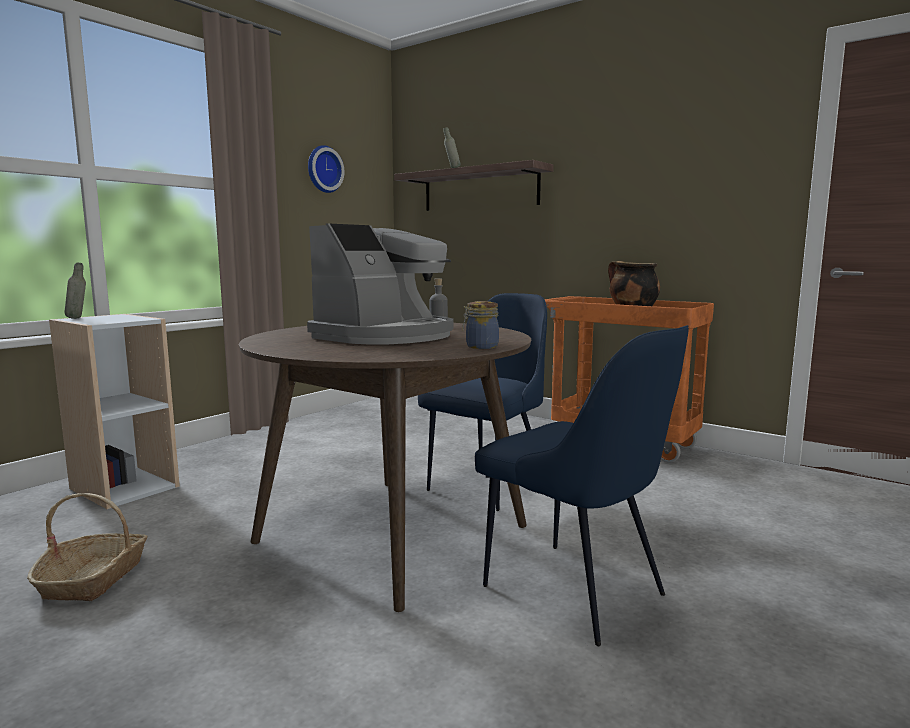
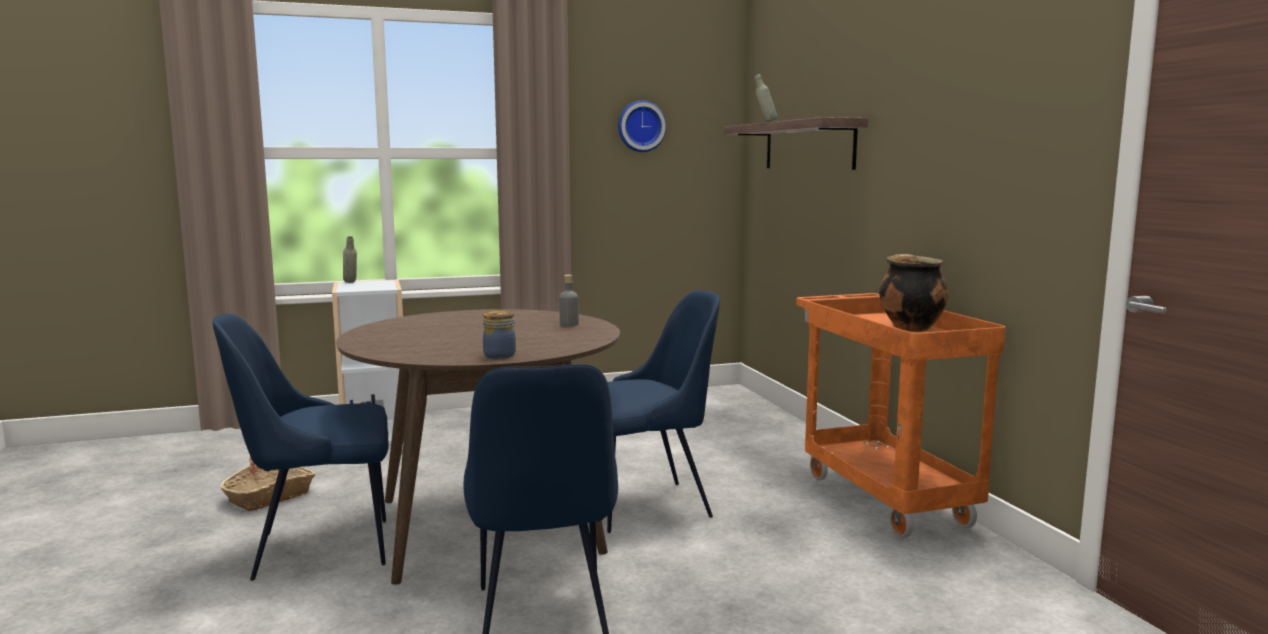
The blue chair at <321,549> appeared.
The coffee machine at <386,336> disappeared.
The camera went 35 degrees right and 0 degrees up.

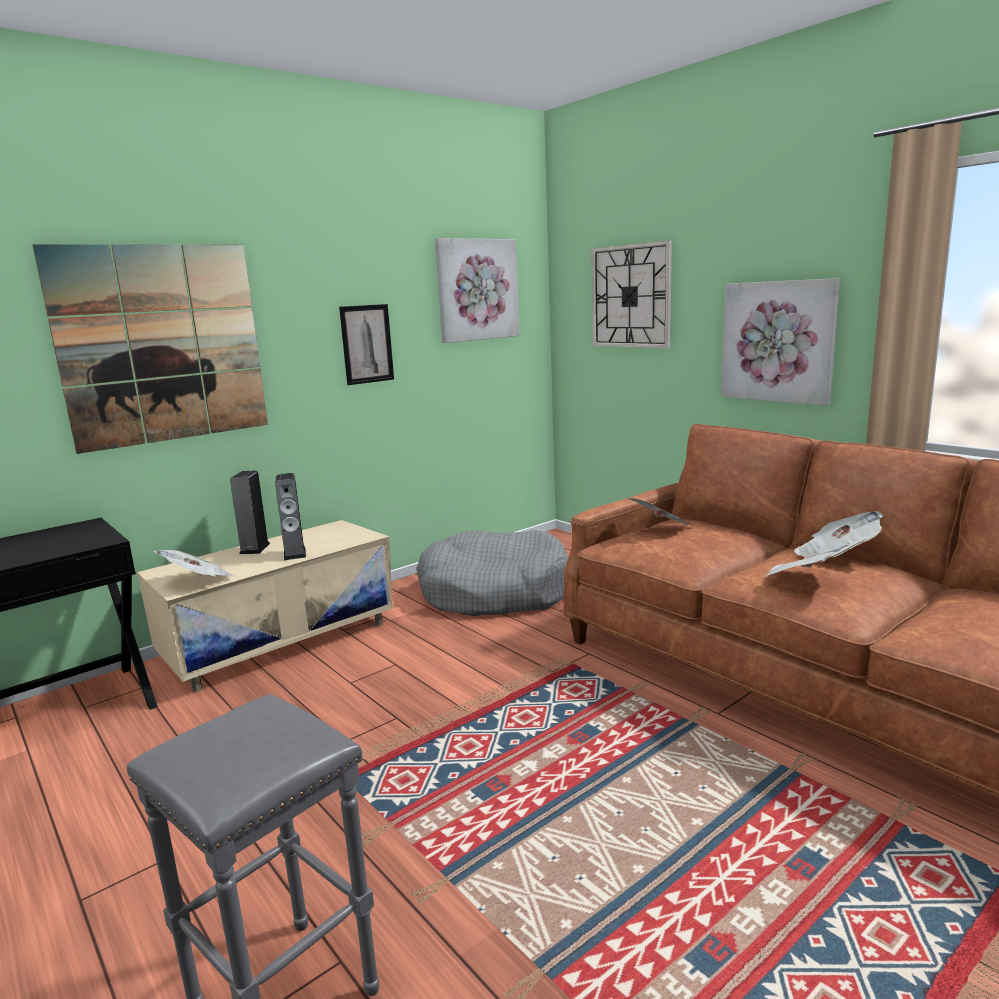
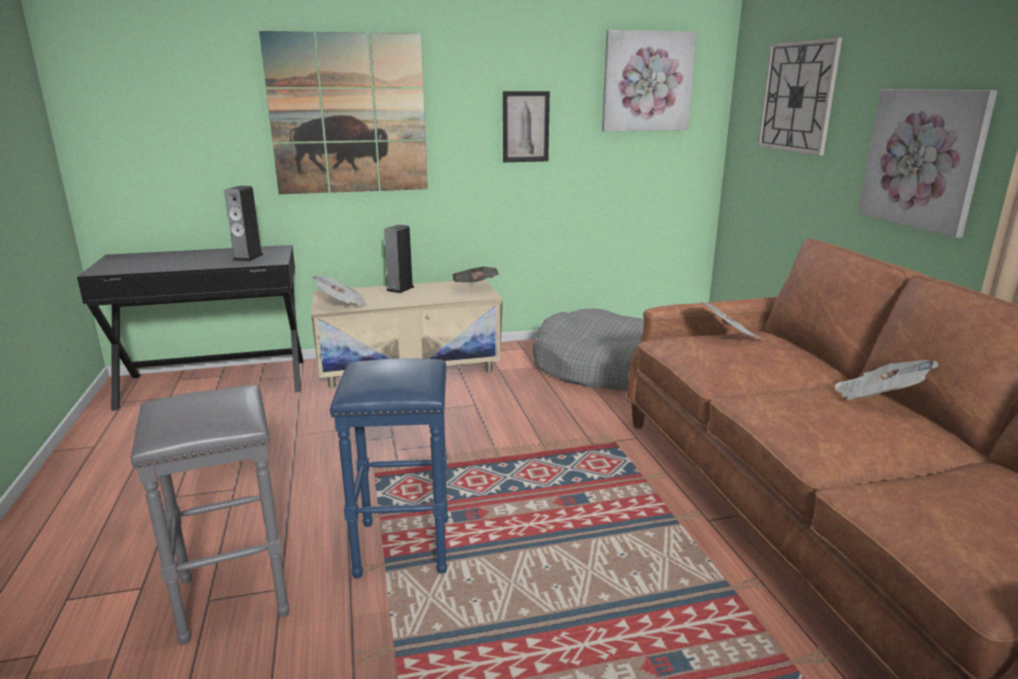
The speaker moved from <294,553> to <248,257>.
The blue stool at <401,545> appeared.
The newspaper moved from <803,581> to <475,288>.
The camera went 25 degrees right and 5 degrees up.

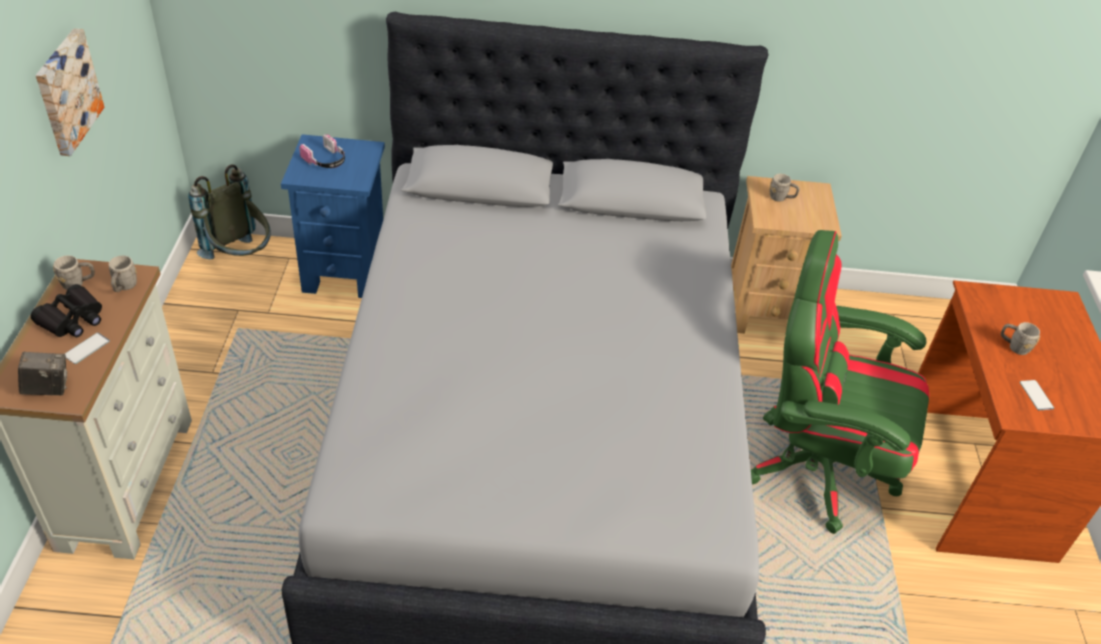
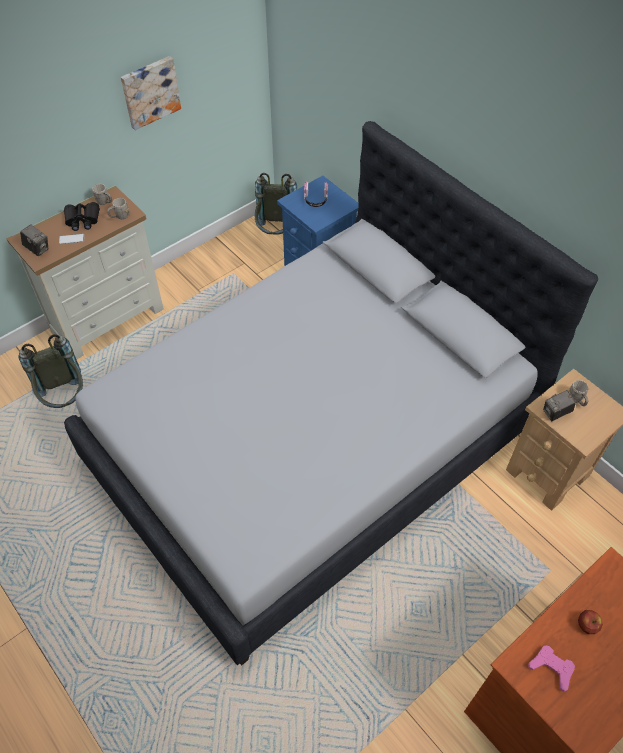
The grey backpack at <65,399> appeared.
The phone at <1036,395> was replaced by the pink game controller at <551,668>.
The photo camera at <556,413> appeared.
The grey mug at <1013,346> was replaced by the apple at <587,625>.
The green office chair at <819,467> disappeared.
The camera went 50 degrees right and 10 degrees up.

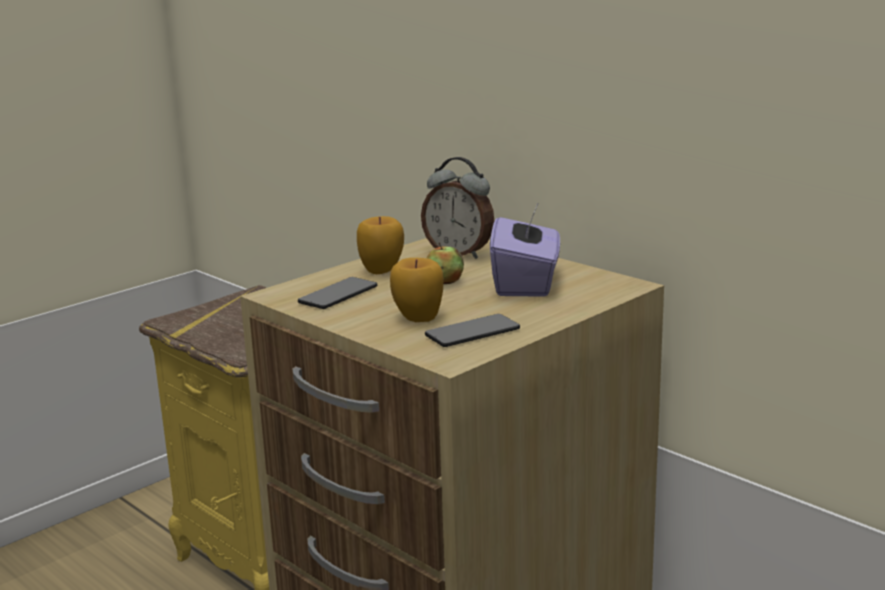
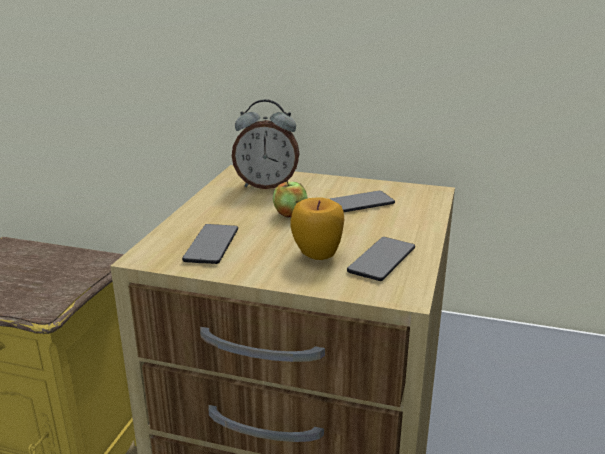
The purple tissue box at <526,283> was replaced by the phone at <357,204>.
The apple at <382,271> disappeared.
The camera went 30 degrees left and 5 degrees up.

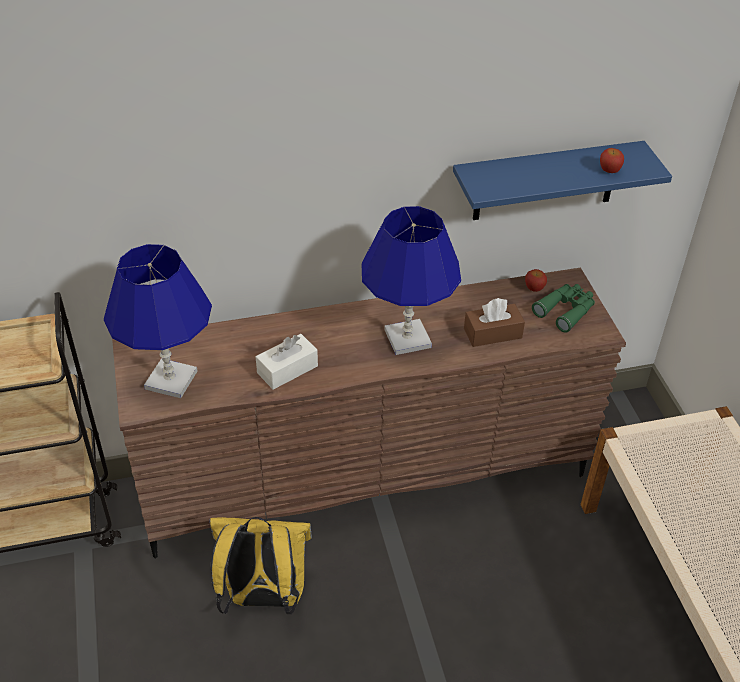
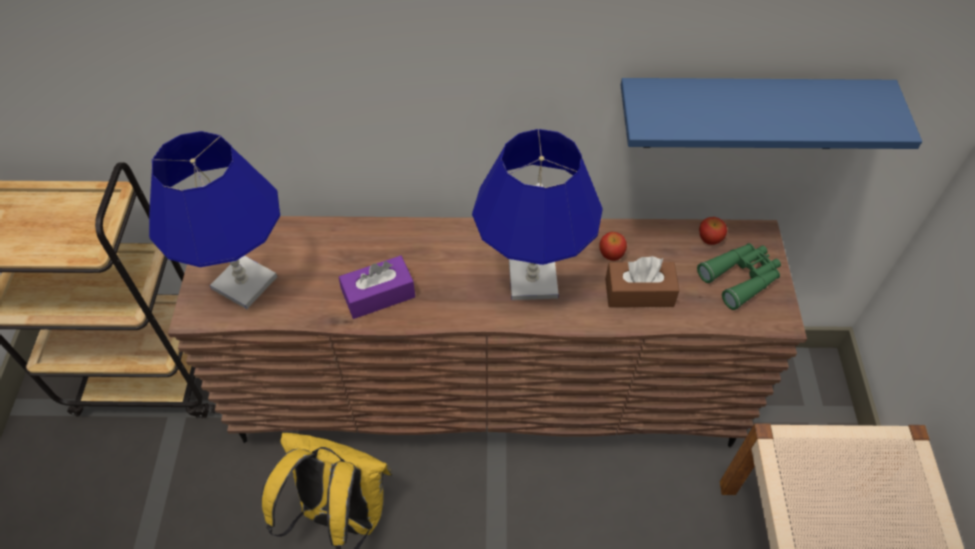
The white tissue box at <287,369> became the purple tissue box at <379,295>.
The apple moved from <609,170> to <611,254>.
The camera went 15 degrees right and 10 degrees up.

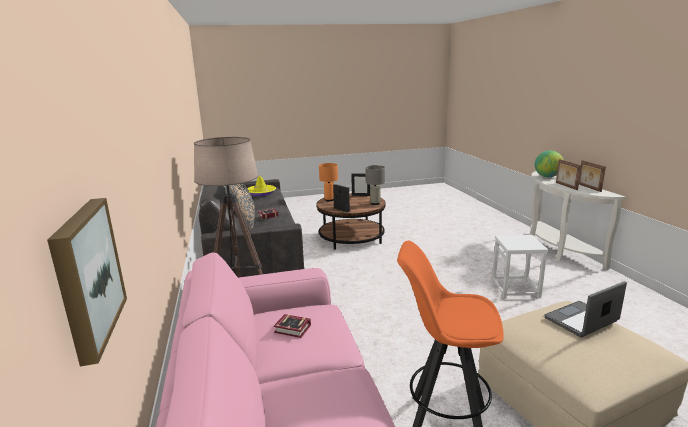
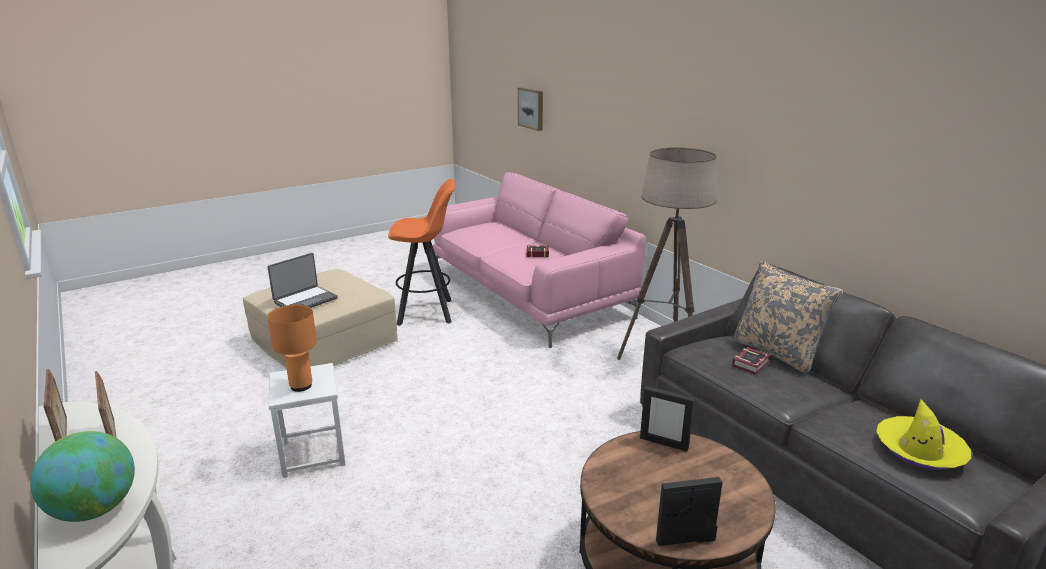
The orange table lamp moved from <329,200> to <301,386>.
The grey table lamp at <375,203> disappeared.
The camera went 160 degrees right and 5 degrees up.

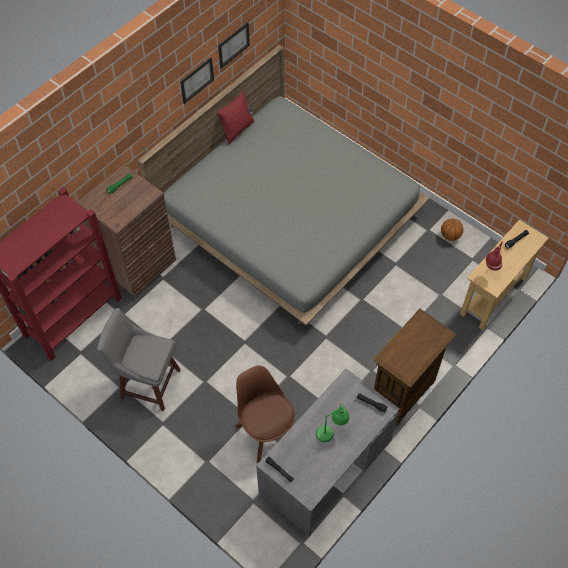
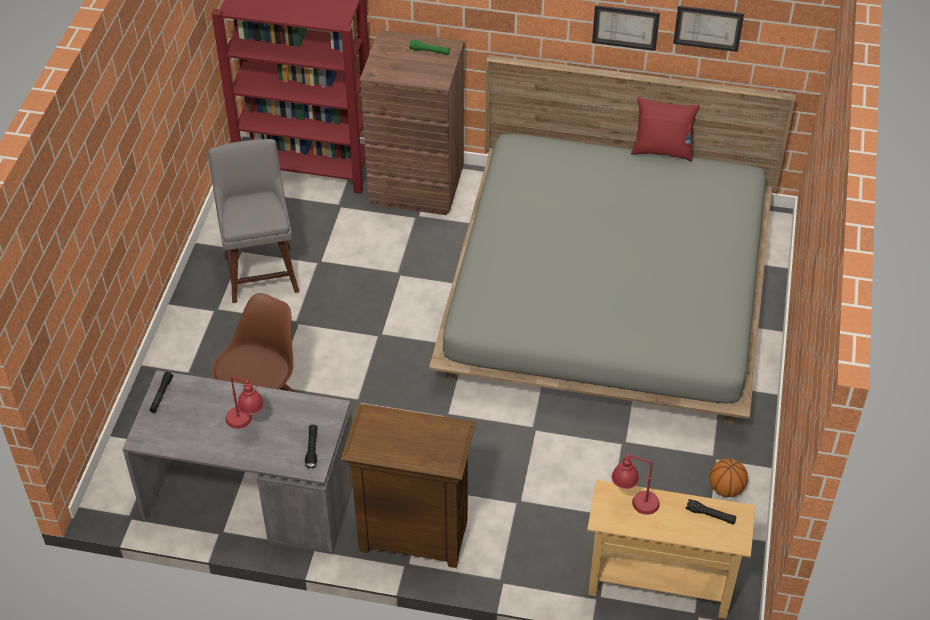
The green table lamp at <332,430> became the red table lamp at <247,423>.
The camera went 60 degrees right and 10 degrees down.

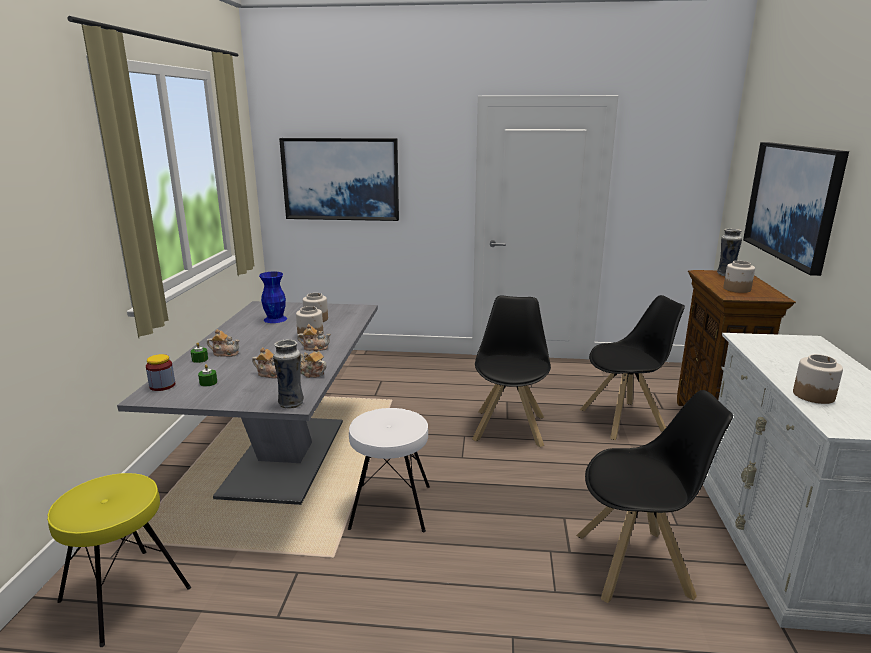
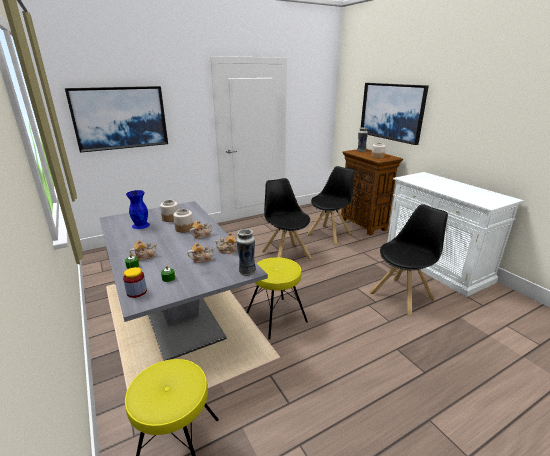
The white stool at <391,507> became the yellow stool at <277,317>.
The jar at <813,395> disappeared.
The camera went 35 degrees left and 5 degrees up.

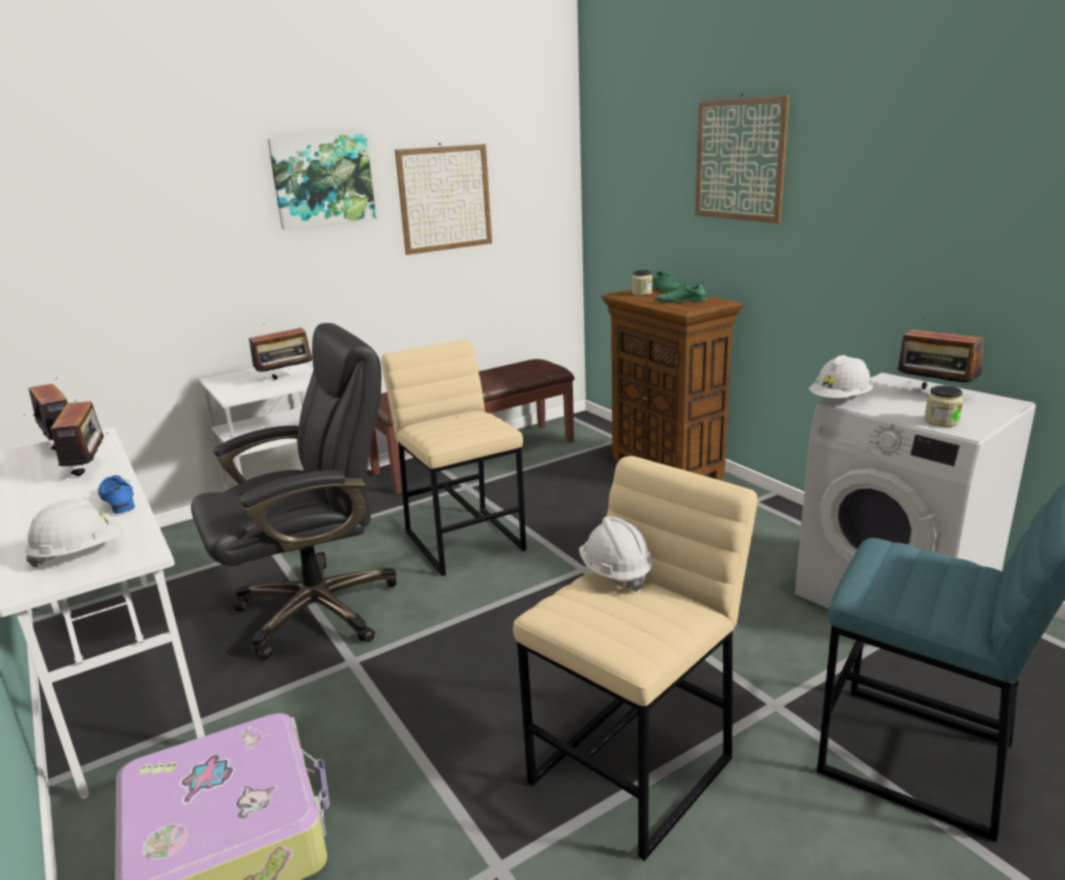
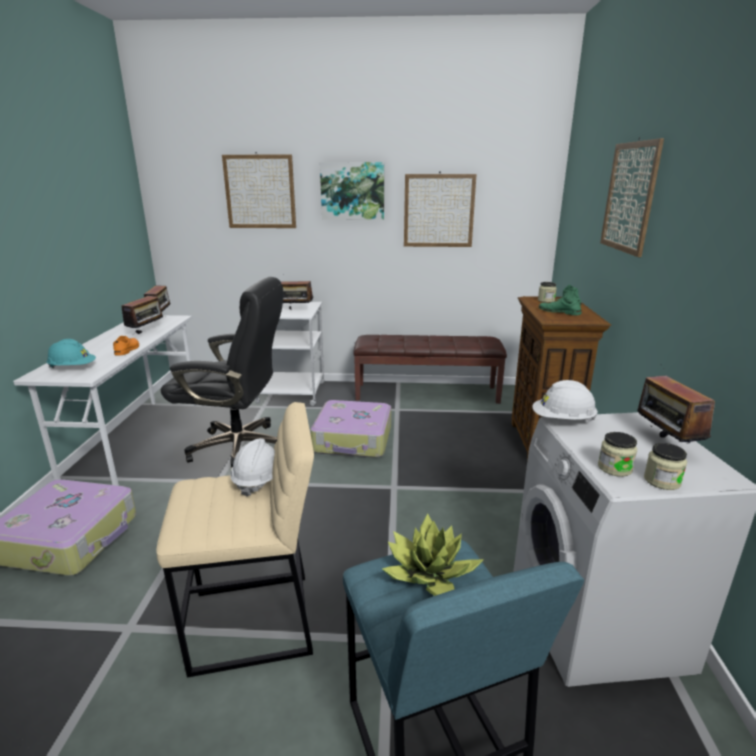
The white hard hat at <79,554> became the turquoise hard hat at <73,368>.
The blue shoe at <118,500> became the orange shoe at <127,349>.
The picture at <260,190> appeared.
The beige stool at <463,539> was replaced by the suitcase at <353,440>.
The potted plant at <430,575> appeared.
The jar at <662,481> appeared.
The camera went 35 degrees right and 0 degrees up.

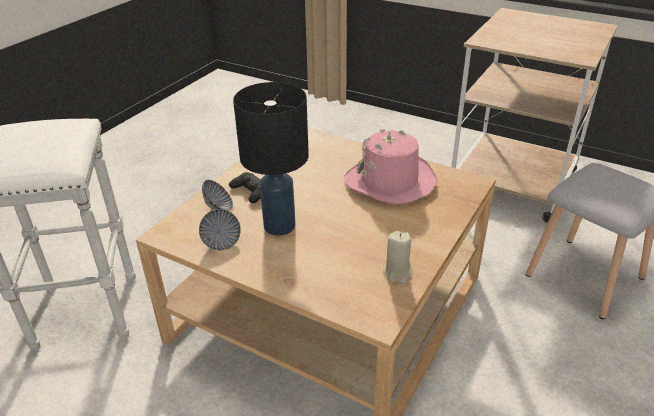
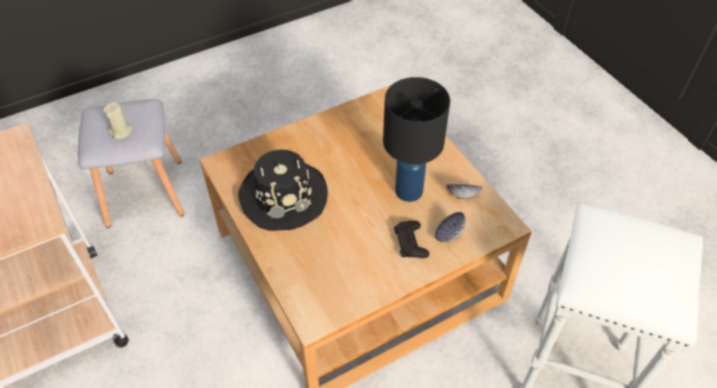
The beige candle moved from <397,273> to <121,131>.
The pink hat at <390,181> became the black hat at <283,196>.
The camera went 150 degrees left and 15 degrees up.

